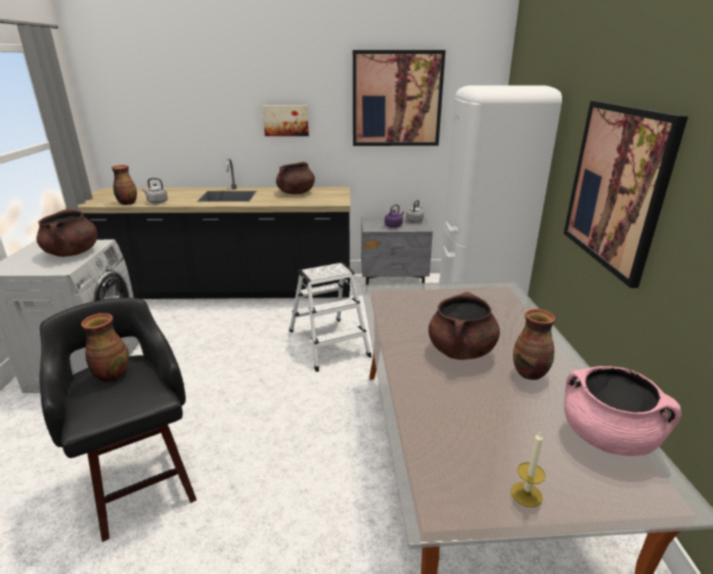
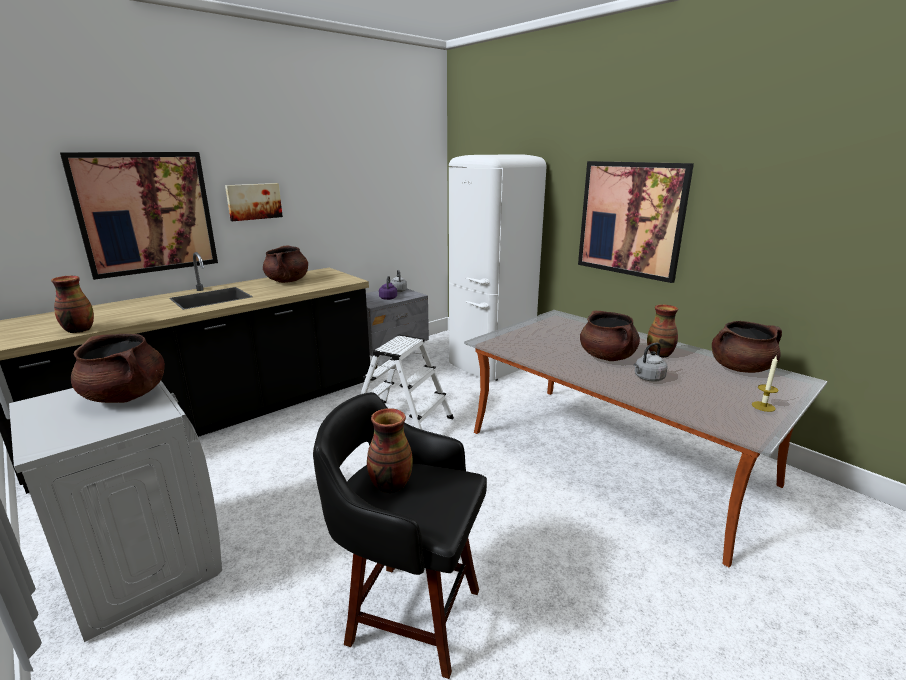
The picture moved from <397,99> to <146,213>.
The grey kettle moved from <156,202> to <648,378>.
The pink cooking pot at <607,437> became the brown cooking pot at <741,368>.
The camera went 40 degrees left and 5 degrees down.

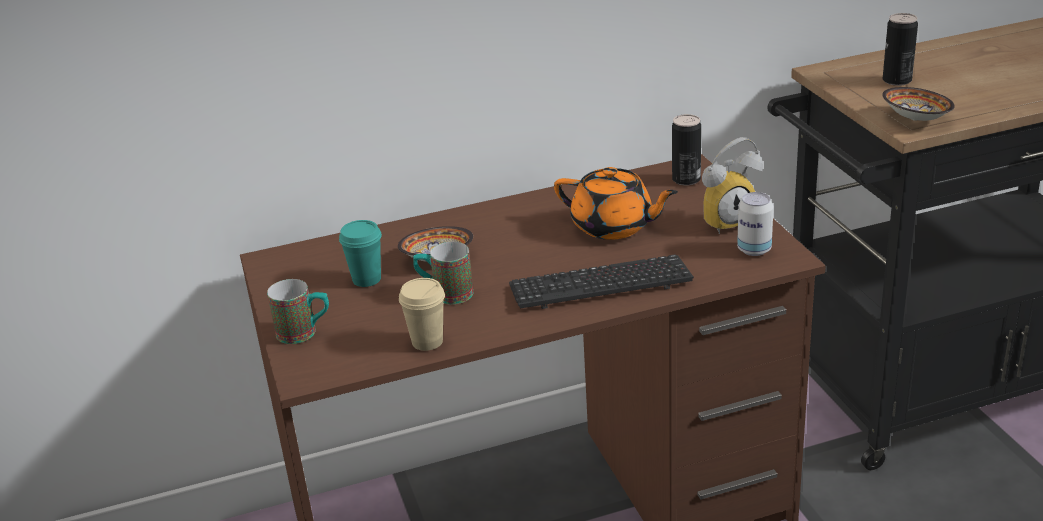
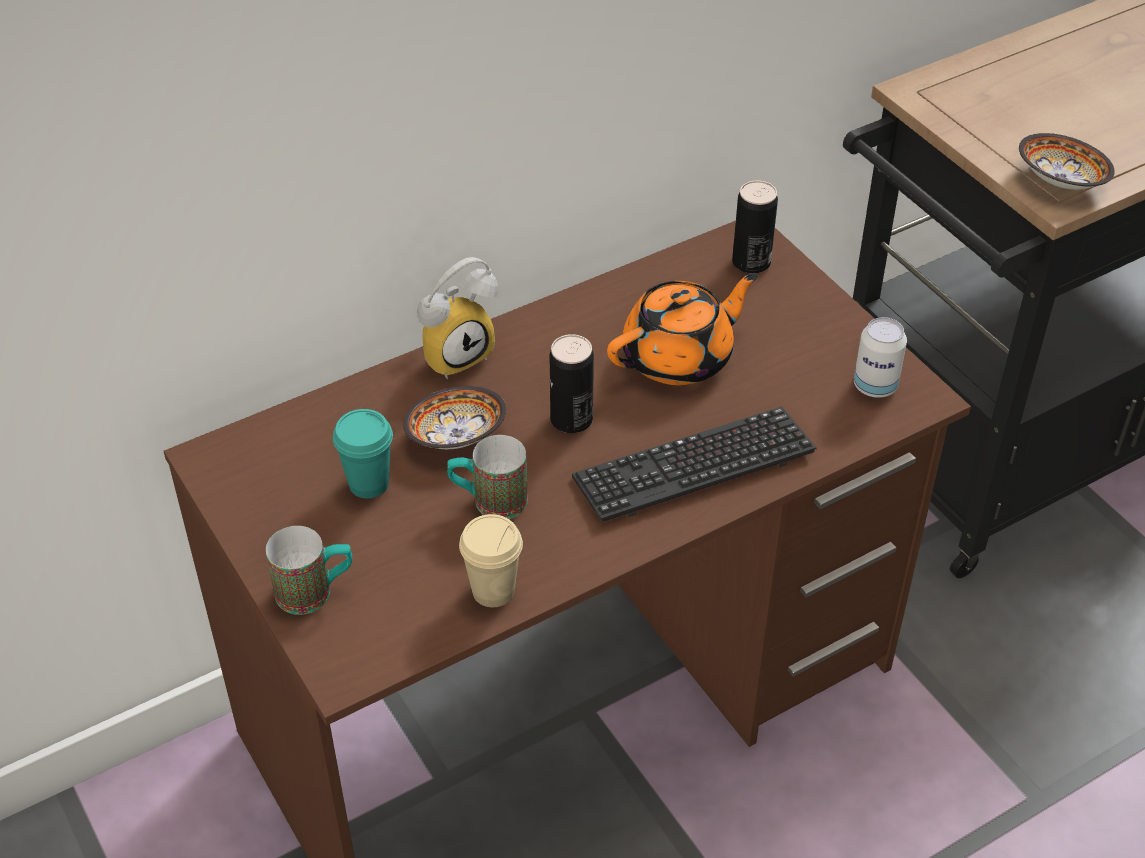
The alarm clock moved from <726,220> to <455,352>.
The can moved from <897,80> to <571,420>.
The orange teapot at <613,226> turned 45 degrees counterclockwise.
The camera went 15 degrees left and 15 degrees up.

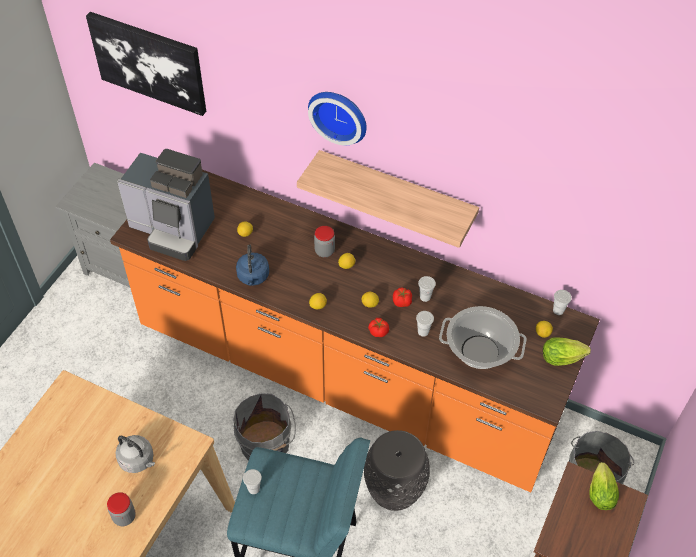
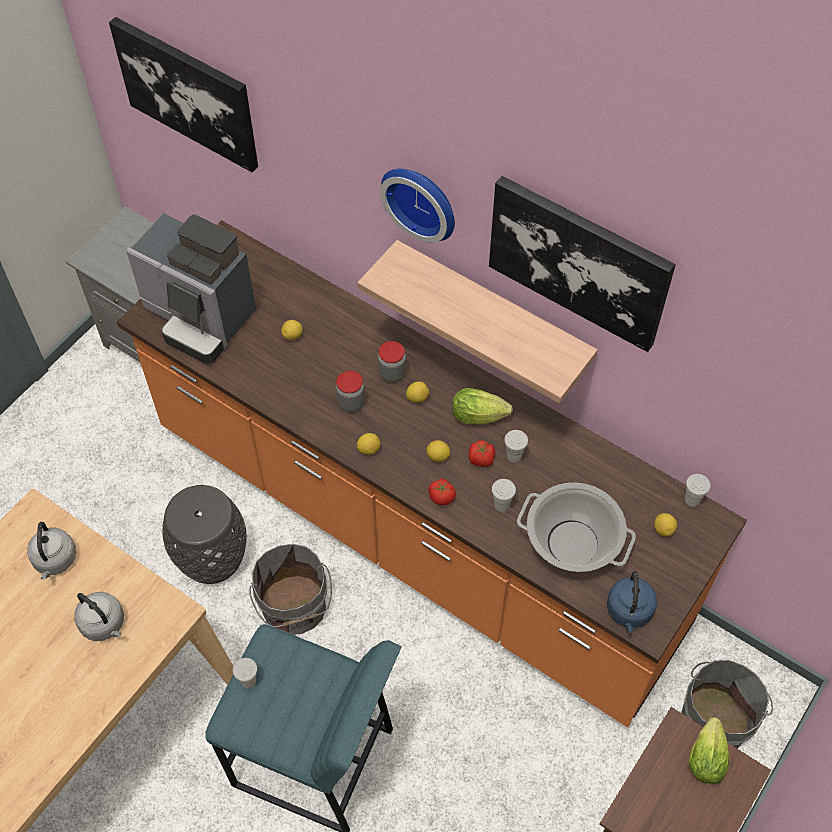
The grey kettle at <55,561> appeared.
The grey stool moved from <394,488> to <212,557>.
The jar moved from <124,517> to <351,403>.
The lettuce moved from <564,358> to <481,416>.
The picture at <579,261> appeared.
The blue kettle moved from <253,277> to <629,612>.
The camera went 10 degrees right and 5 degrees up.

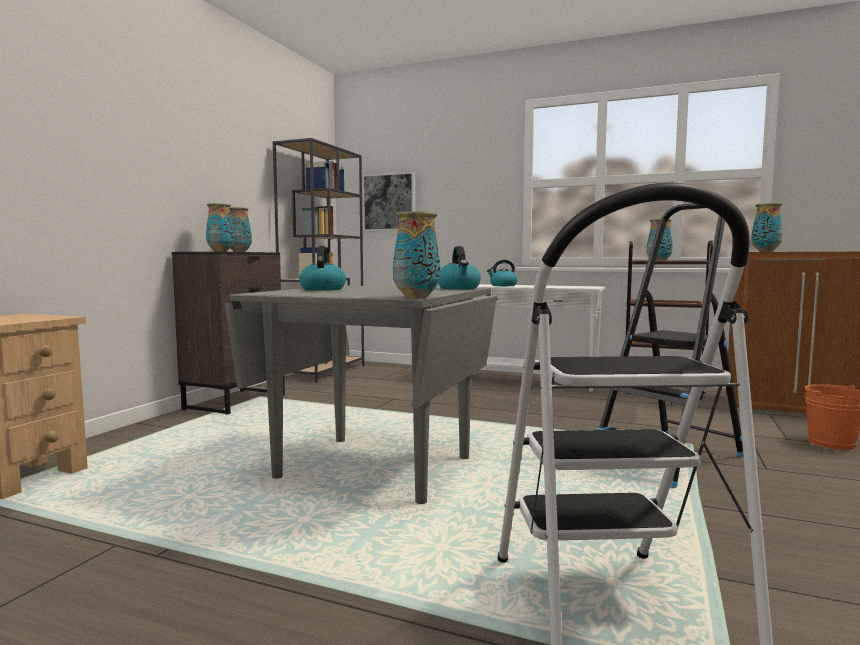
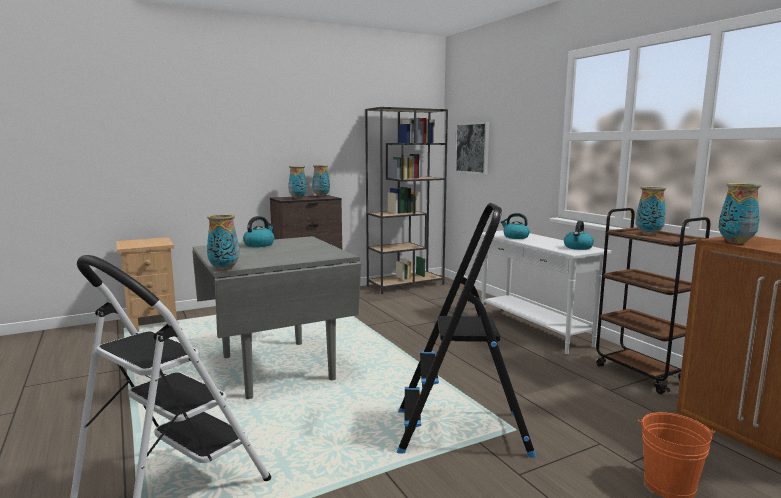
The kettle moved from <459,288> to <578,247>.
The camera went 40 degrees right and 5 degrees up.

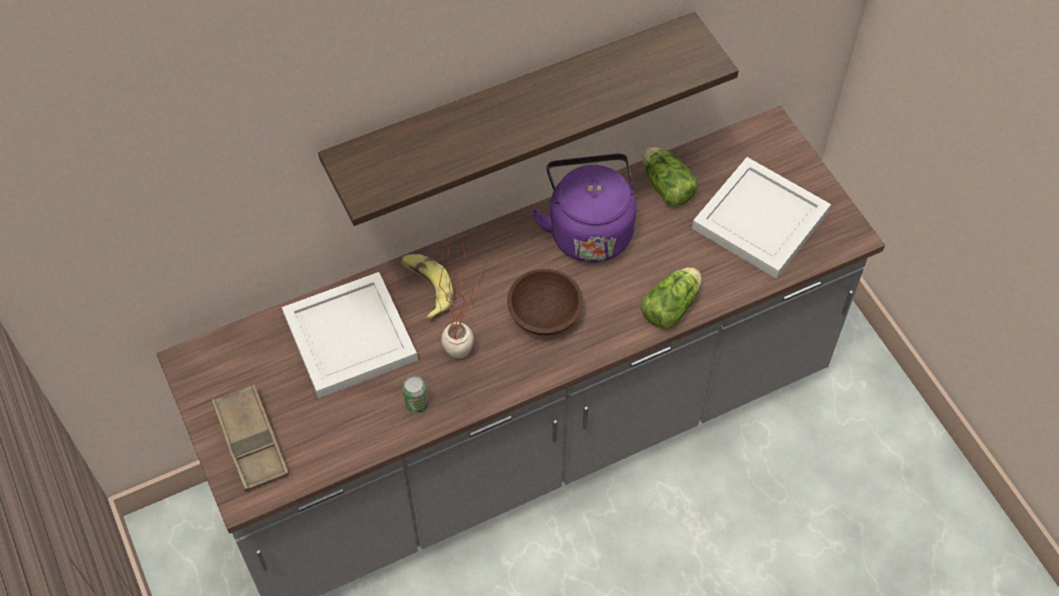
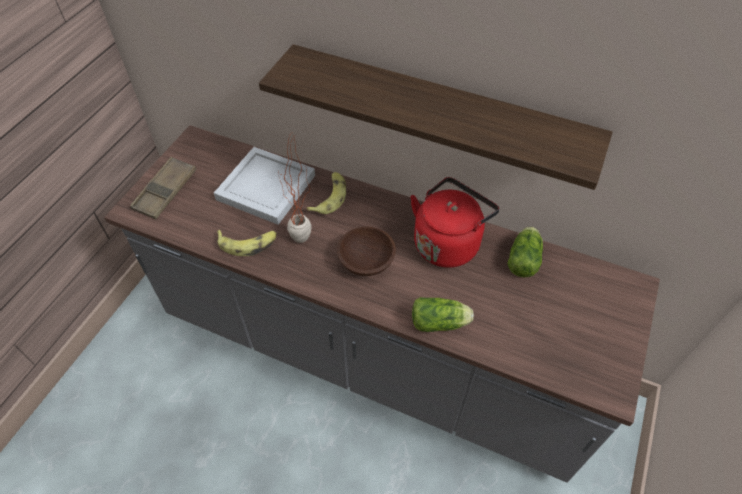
The can at <416,404> was replaced by the banana at <248,243>.
The purple kettle at <588,229> became the red kettle at <448,242>.
The white tray at <759,218> disappeared.
The camera went 50 degrees right and 5 degrees down.

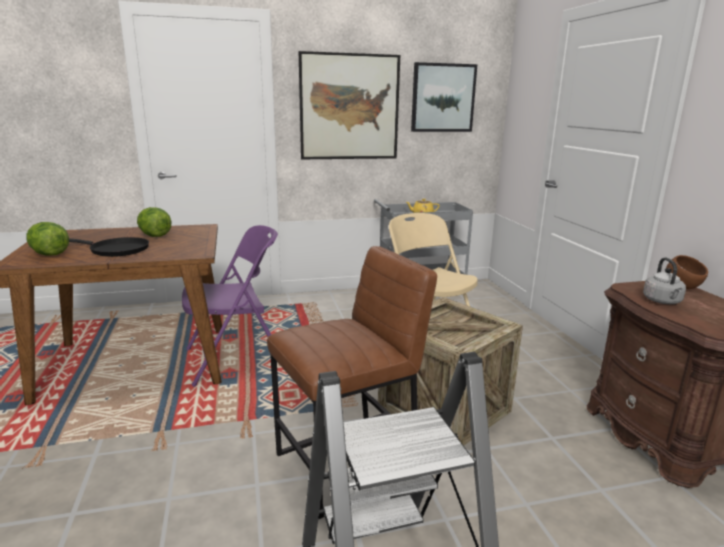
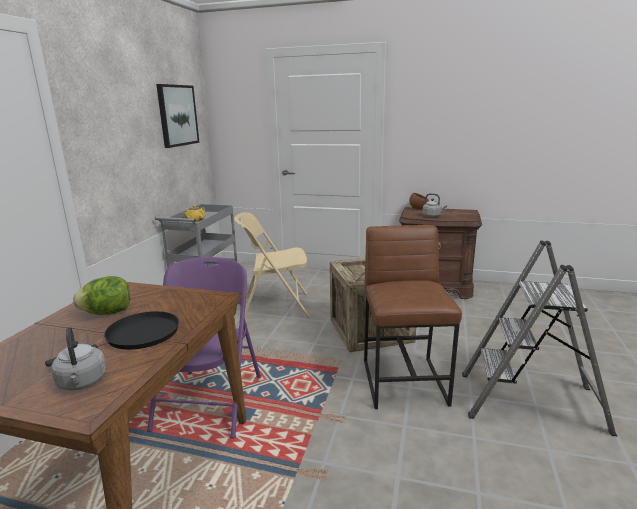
The lettuce at <49,254> was replaced by the grey kettle at <82,383>.
The picture at <349,107> disappeared.
The camera went 60 degrees left and 0 degrees up.

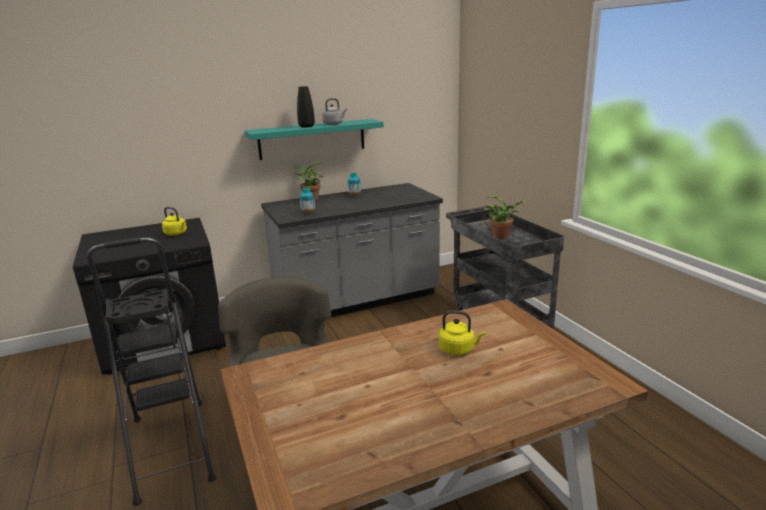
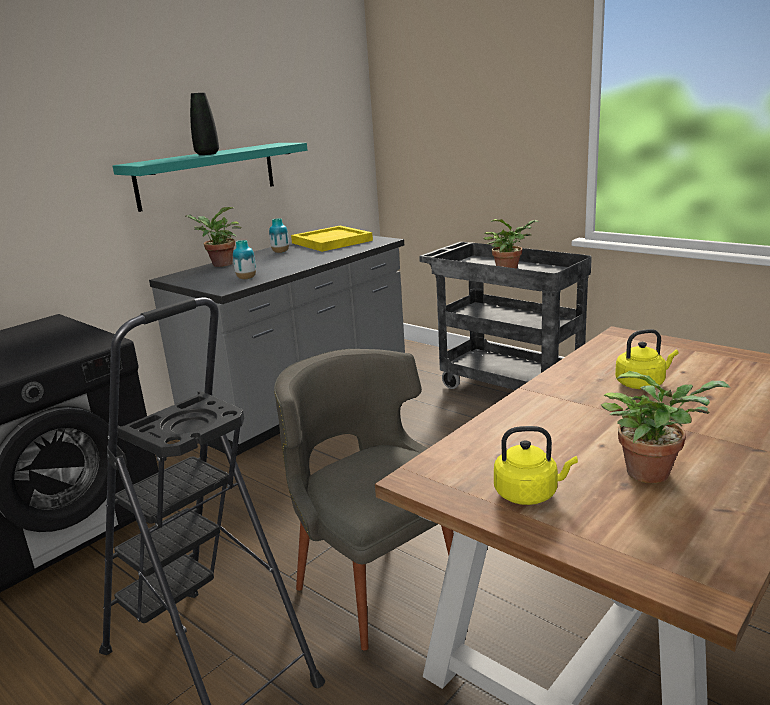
The yellow tray at <331,242> appeared.
The yellow kettle moved from <176,233> to <529,494>.
The potted plant at <653,472> appeared.
The grey kettle at <334,124> disappeared.
The camera went 25 degrees left and 0 degrees up.

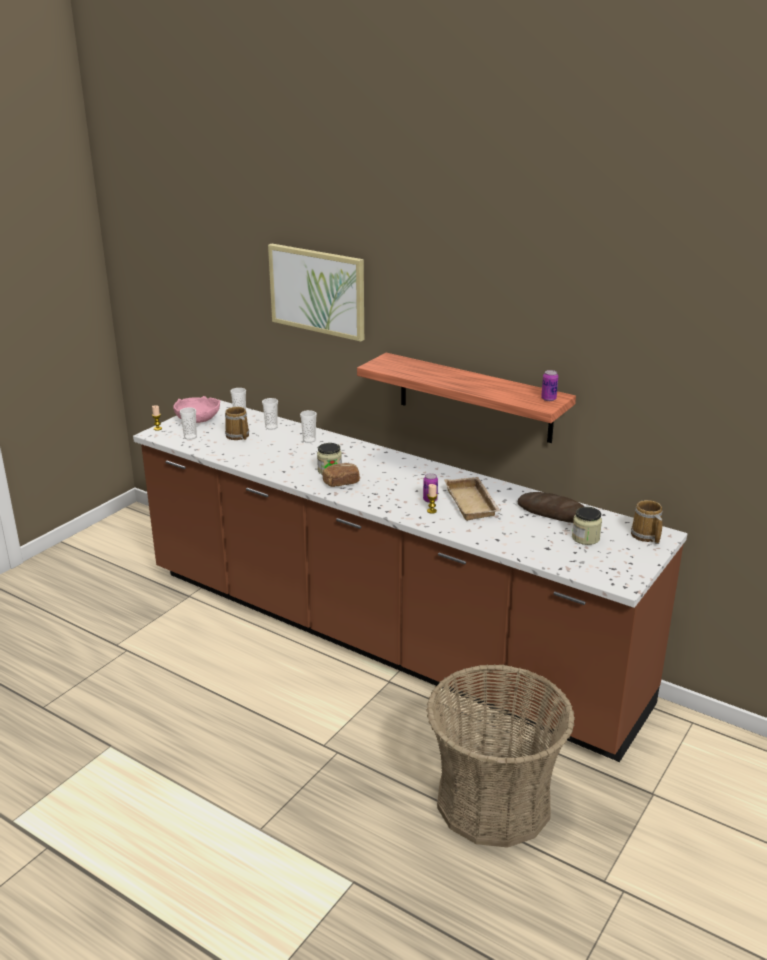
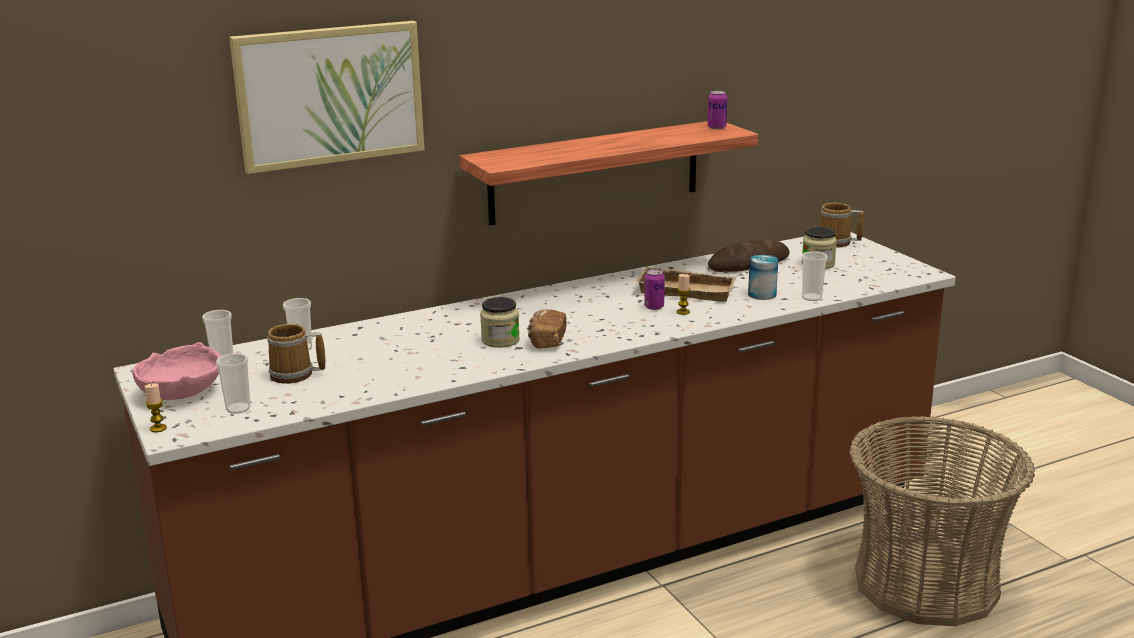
The can at <762,294> appeared.
The cup moved from <309,440> to <811,297>.
The camera went 60 degrees left and 5 degrees down.

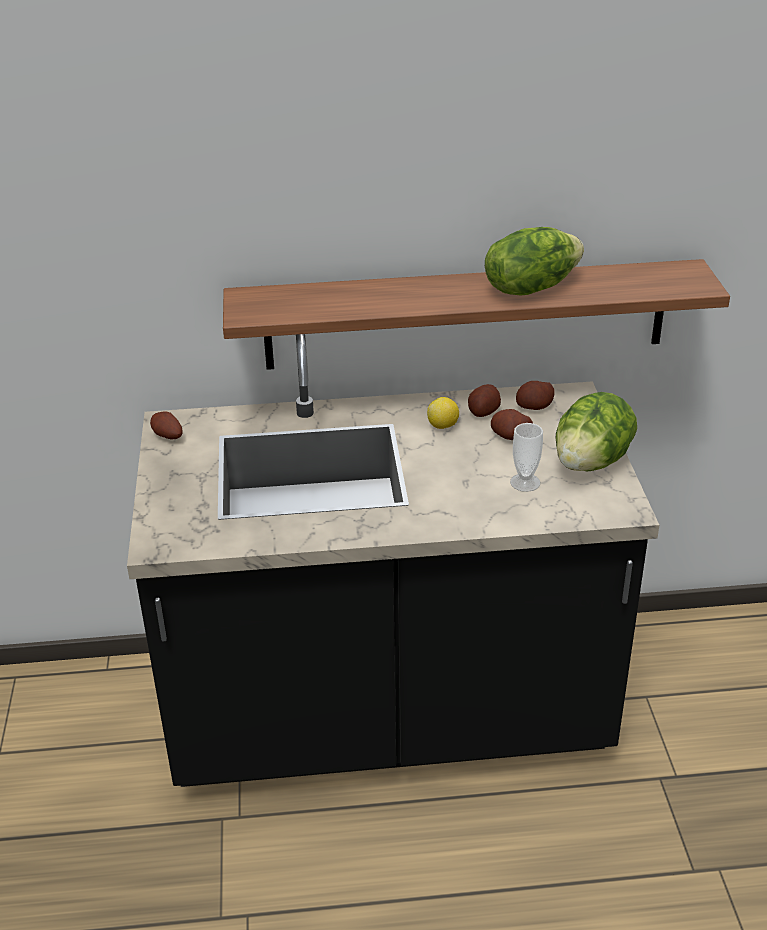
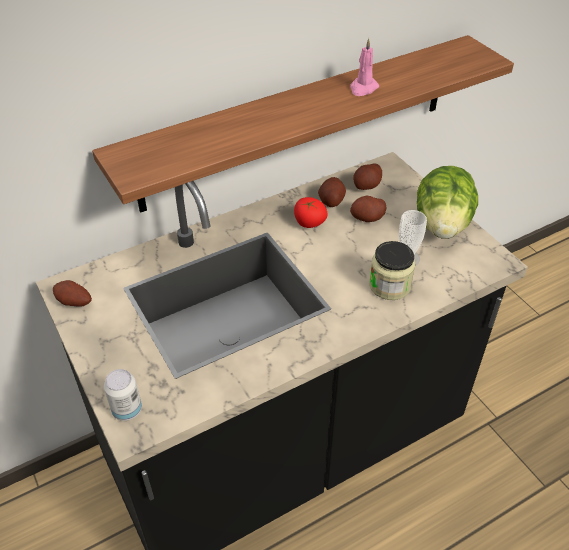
The can at <127,410> appeared.
The lemon at <443,426> was replaced by the tomato at <309,223>.
The lettuce at <530,287> was replaced by the pink candle at <363,88>.
The jar at <389,285> appeared.
The camera went 25 degrees left and 10 degrees up.

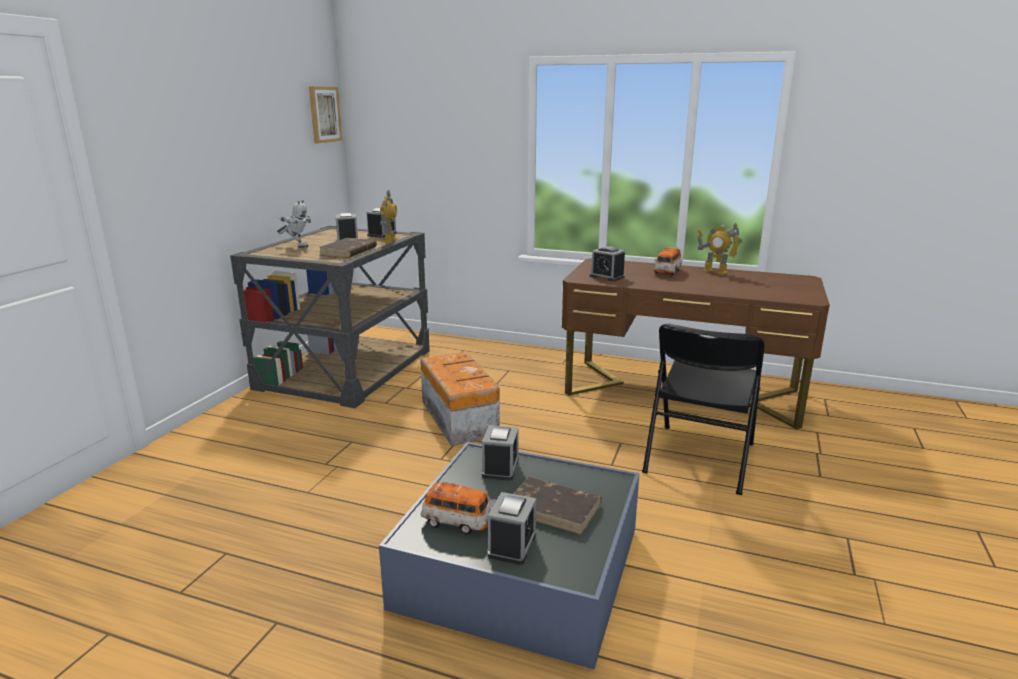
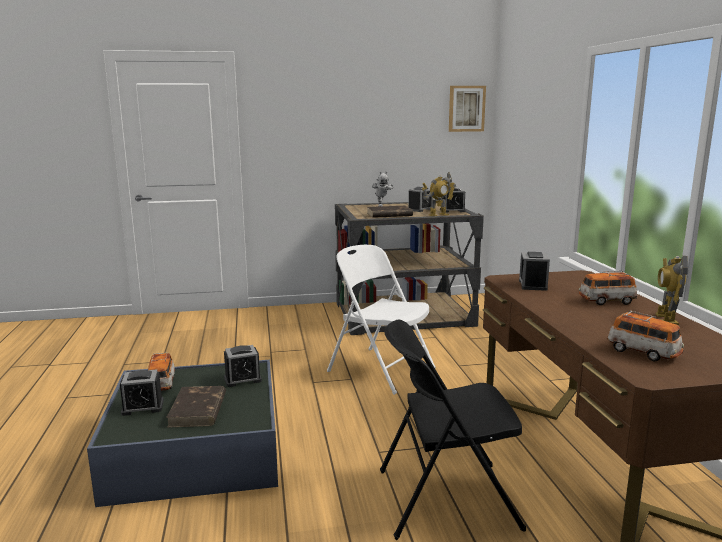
The storage box at <459,417> was replaced by the white chair at <381,369>.
The toy car at <643,353> appeared.
The camera went 60 degrees right and 5 degrees down.

